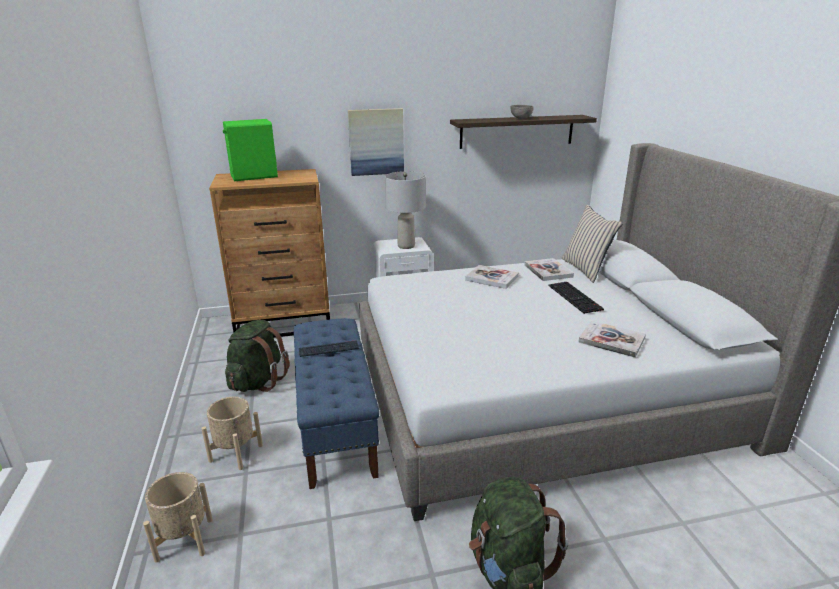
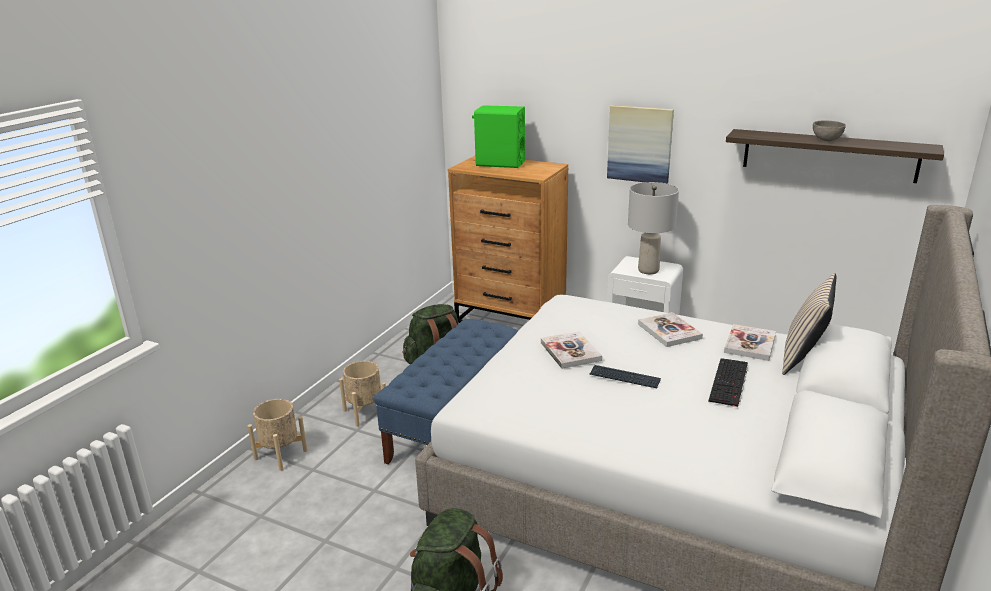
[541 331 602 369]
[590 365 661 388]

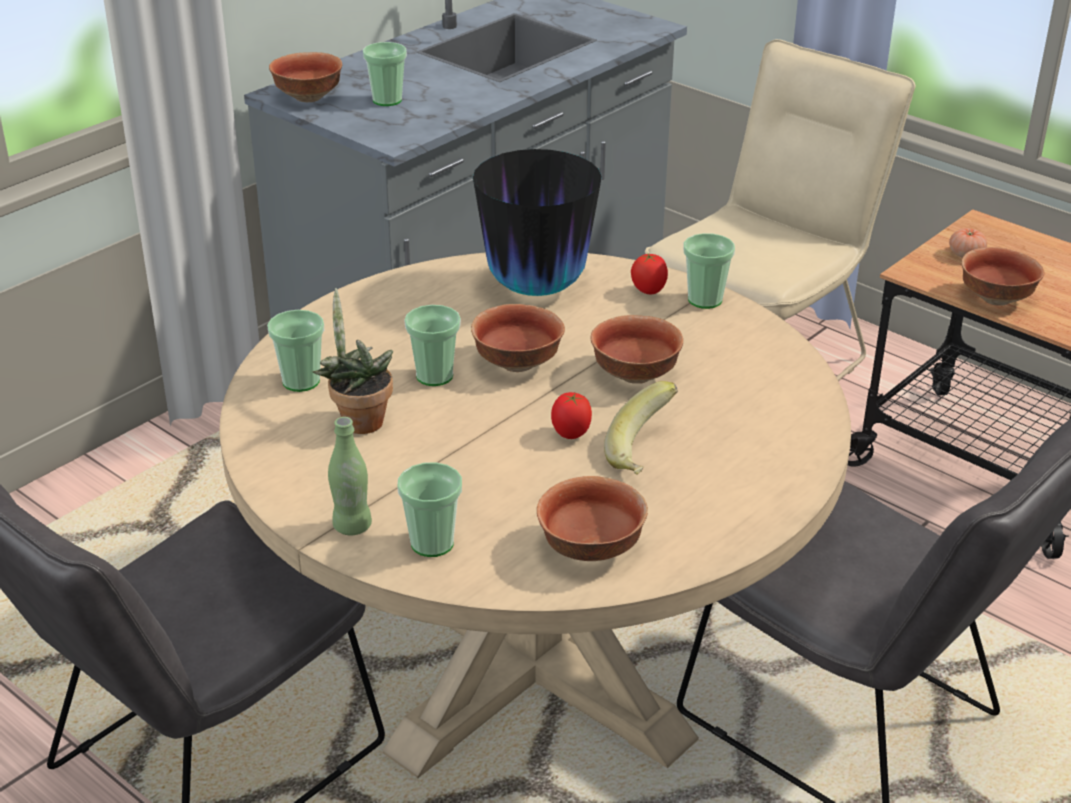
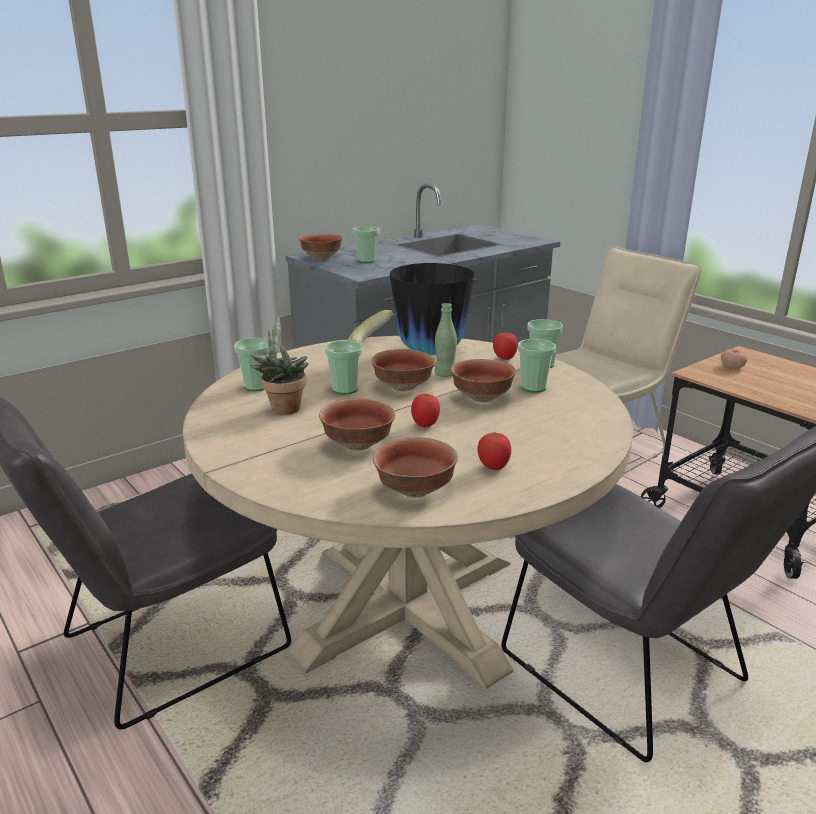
[319 399 395 450]
[348 310 393 346]
[435 303 457 377]
[518 339 556 393]
[477 431 511 470]

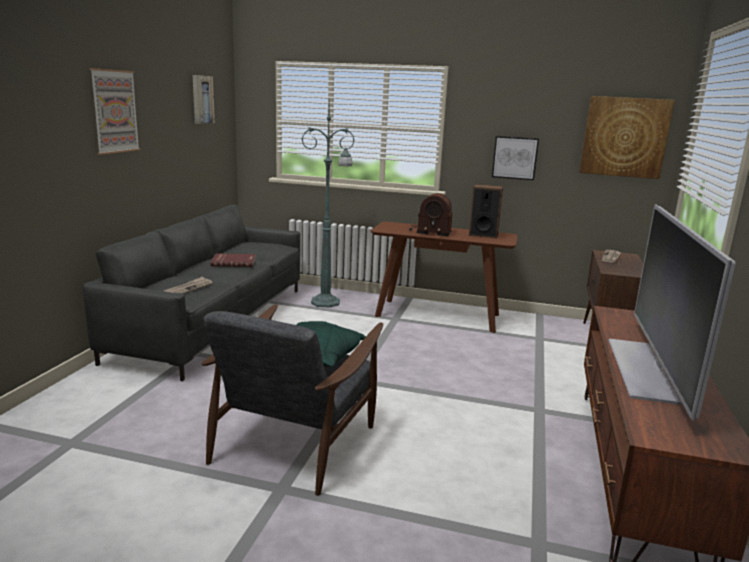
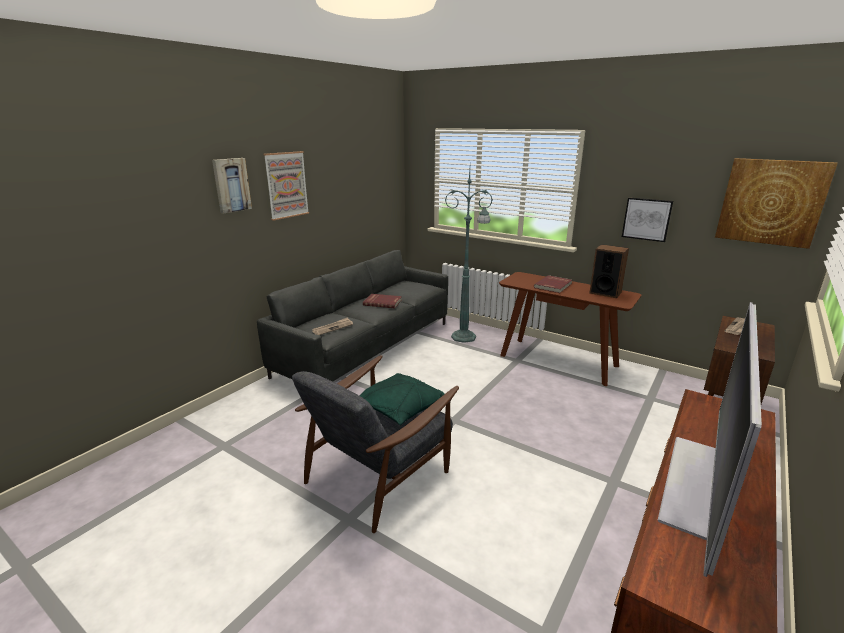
[212 158 252 214]
[534 275 572 293]

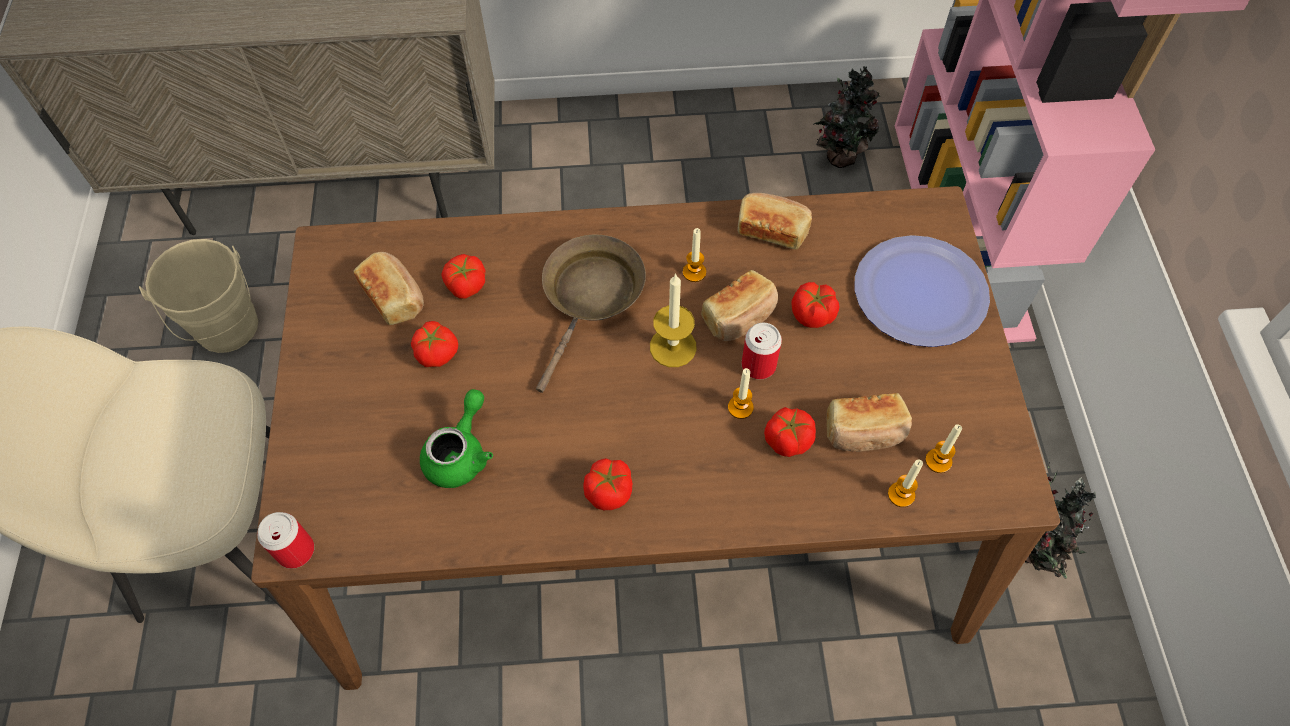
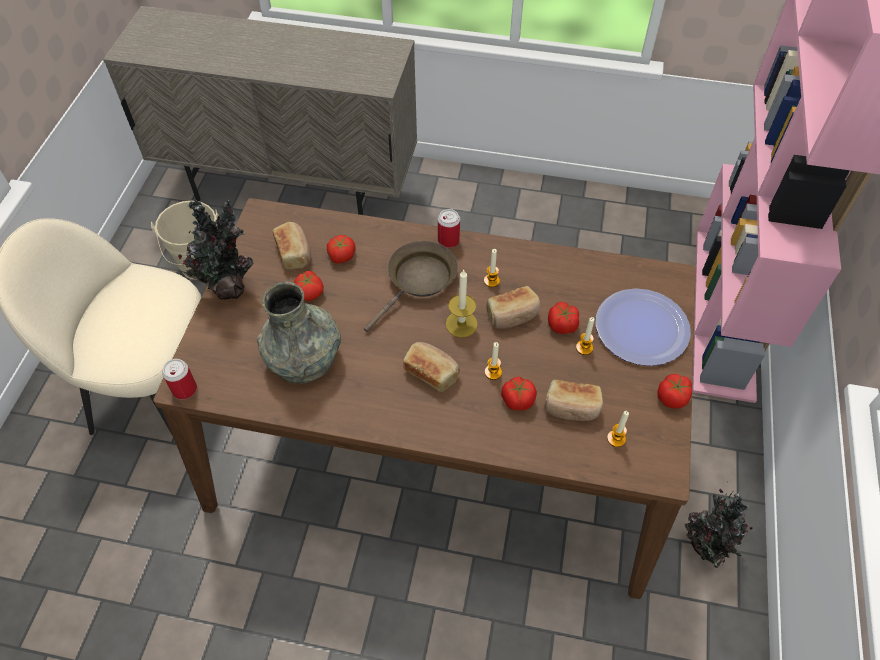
[178 199 254 300]
[403 342 460 392]
[438 209 460 248]
[257 282 341 384]
[657 374 692 408]
[576 317 595 355]

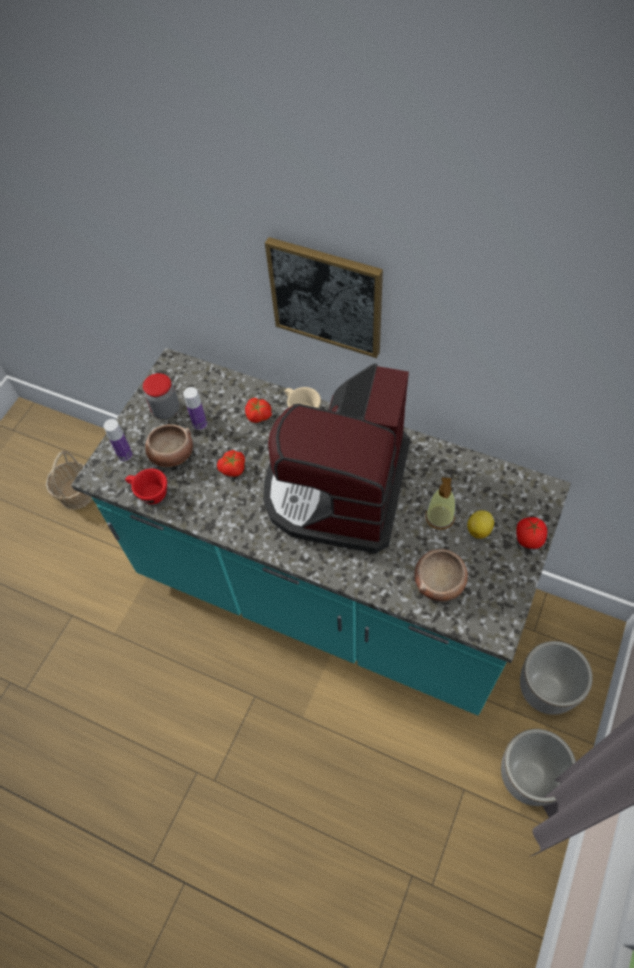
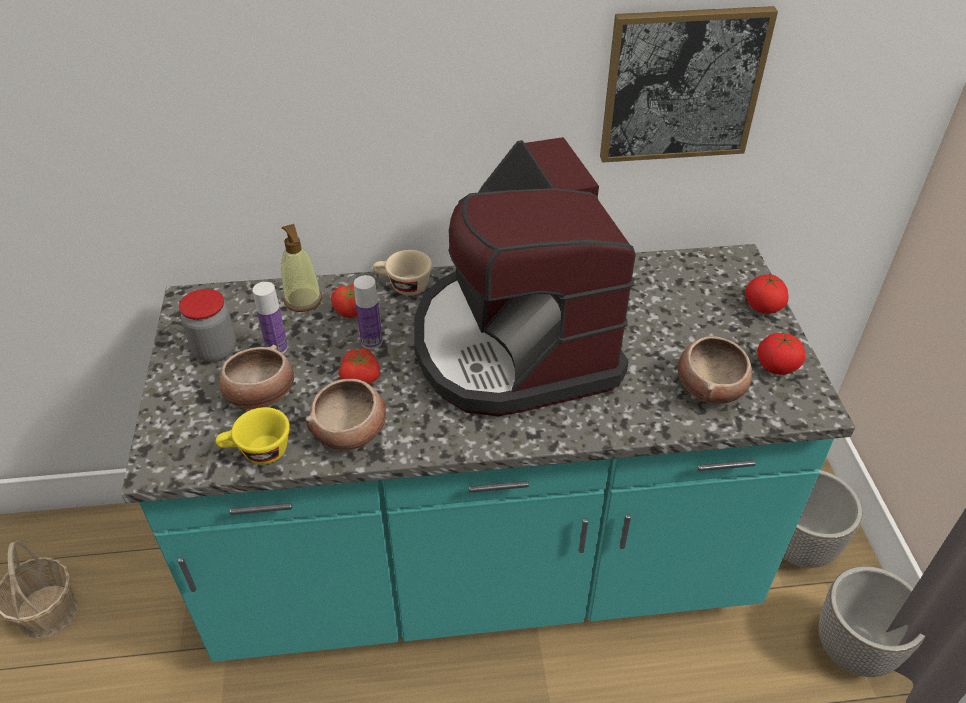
[600 6 778 163]
[354 275 382 349]
[215 407 290 464]
[281 224 322 312]
[467 510 494 539] (first image)
[758 333 805 375]
[306 379 386 451]

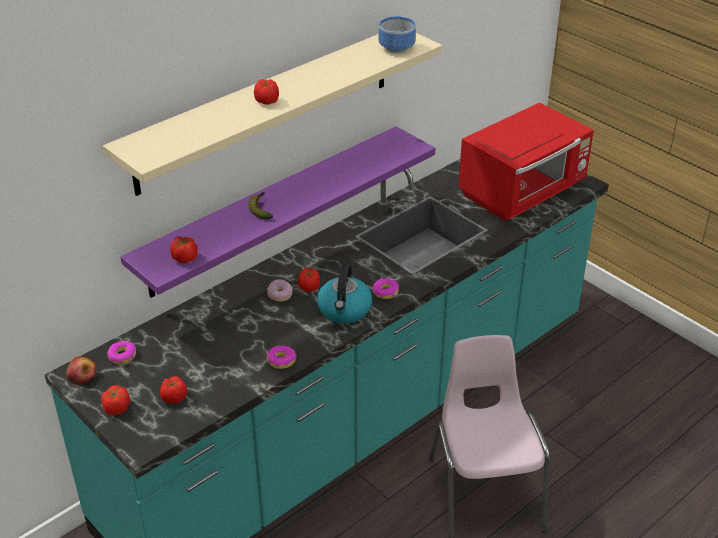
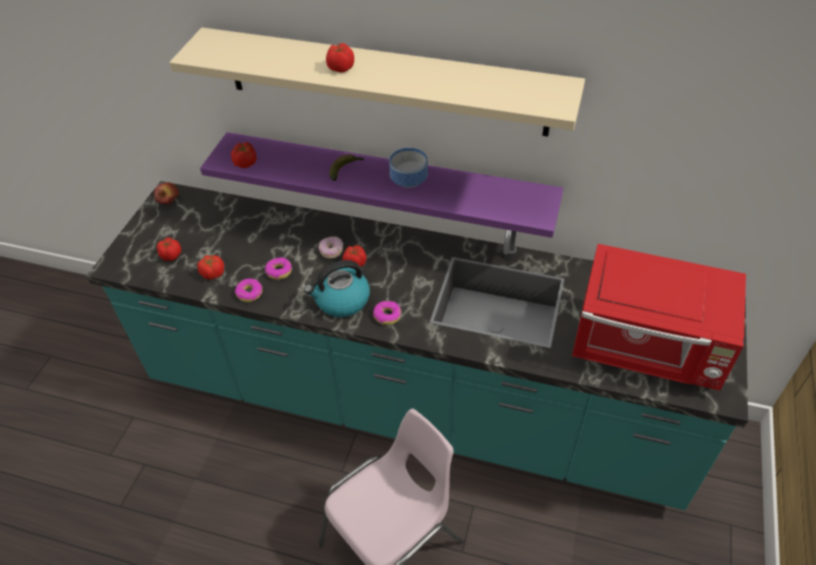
[389 148 428 188]
[265 257 292 280]
[197 255 224 280]

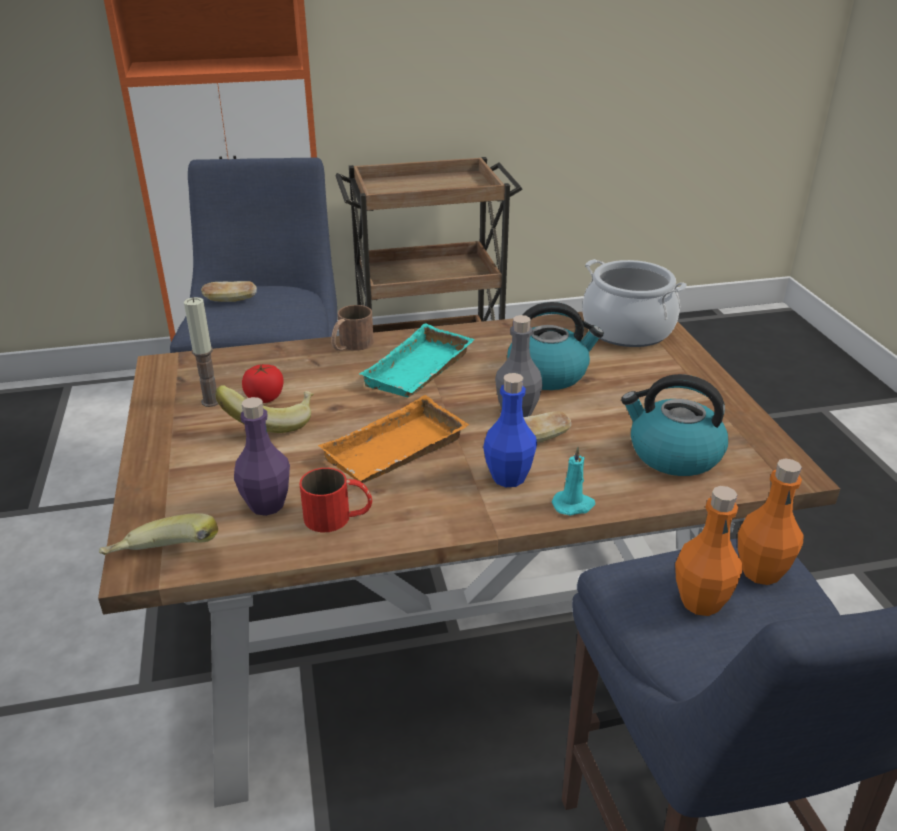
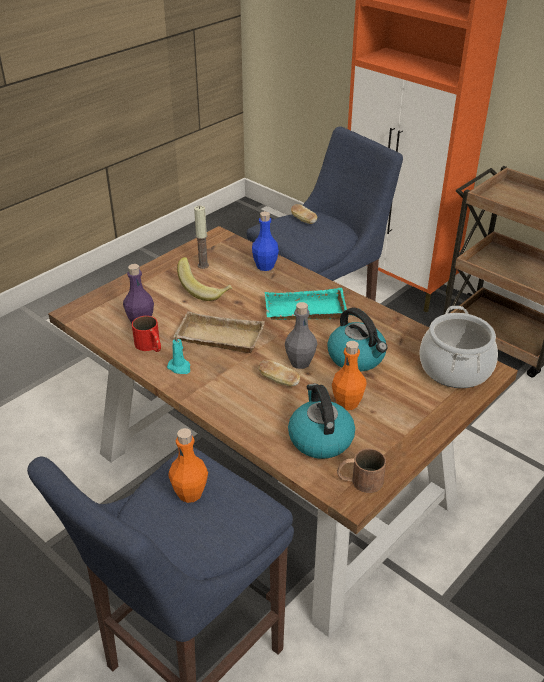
[337 448 386 493]
[242 364 283 403] (first image)
[252 211 279 271]
[173 311 265 353]
[167 334 190 374]
[332 341 367 410]
[99 513 218 555] (first image)

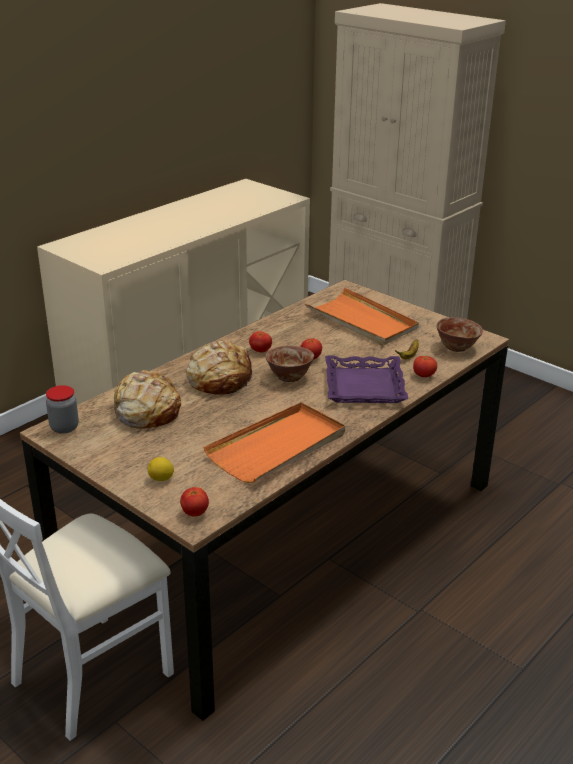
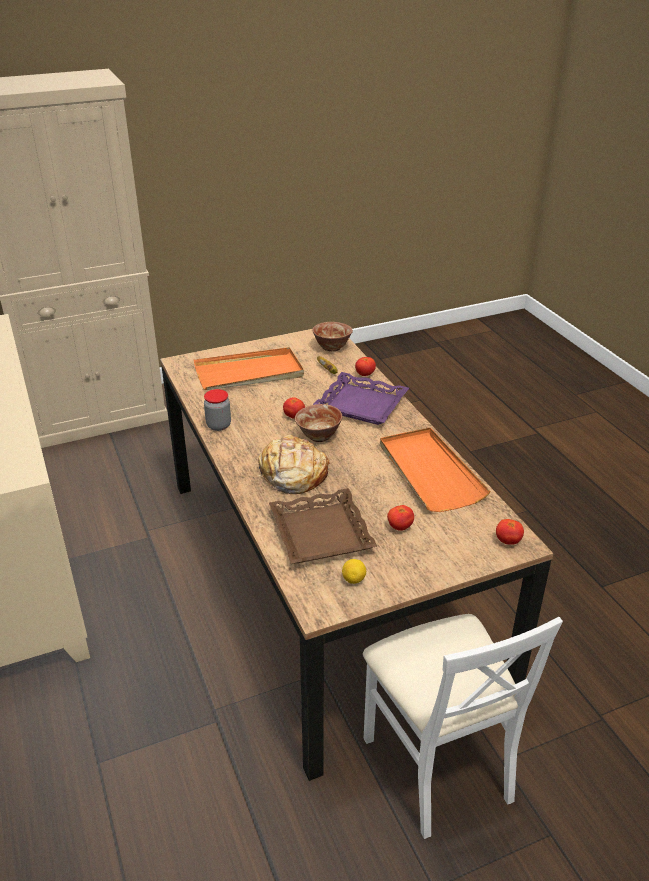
[387 505 414 531]
[269 488 377 564]
[204 389 231 431]
[342 559 366 584]

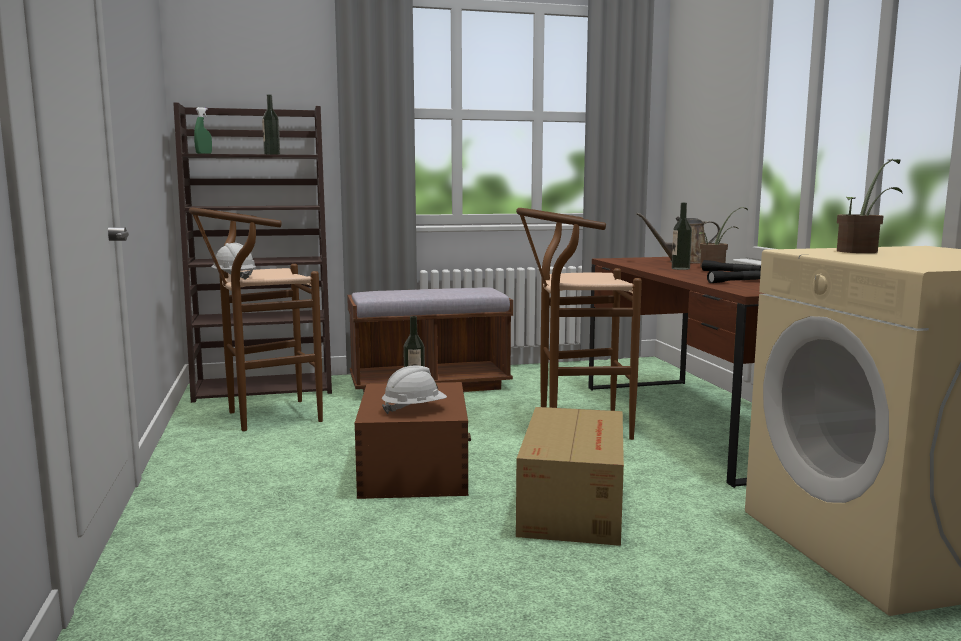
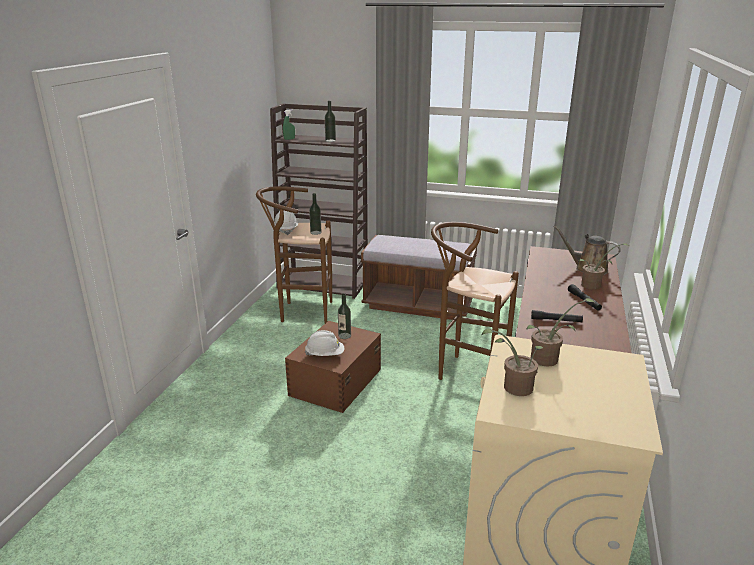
[309 193 321 235]
[516 407 624 546] (first image)
[482 328 543 396]

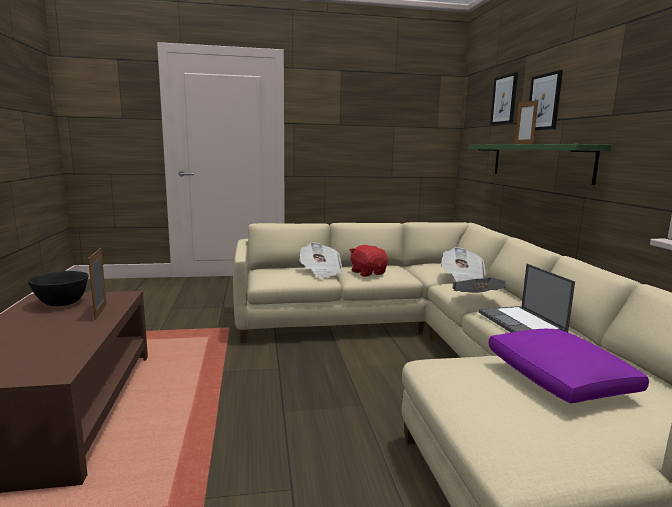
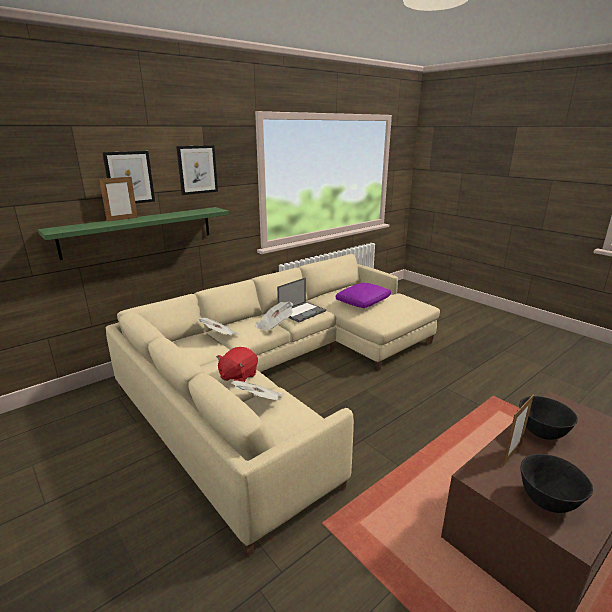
[176 145 218 195]
[519 396 578 440]

